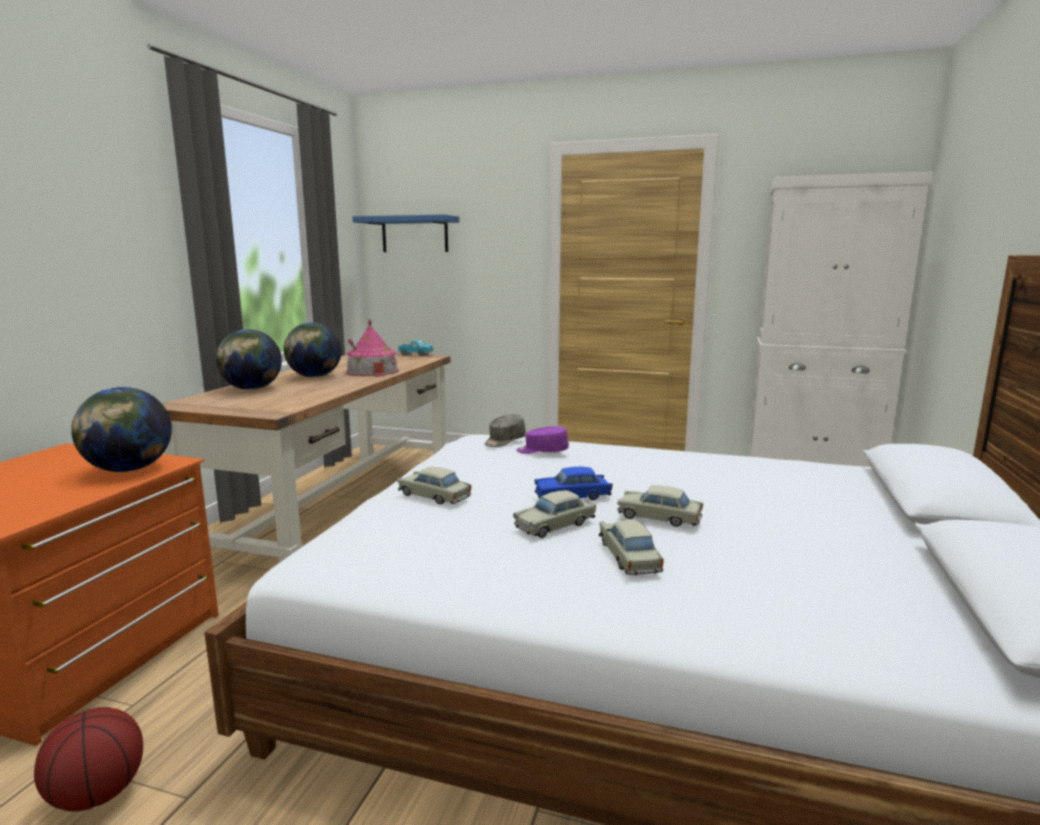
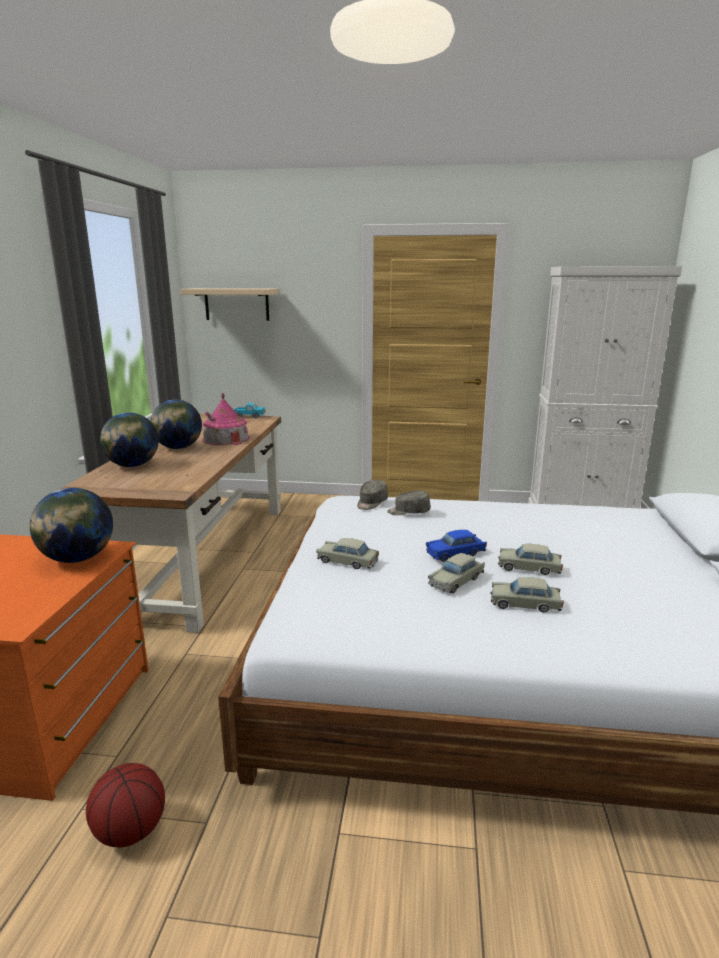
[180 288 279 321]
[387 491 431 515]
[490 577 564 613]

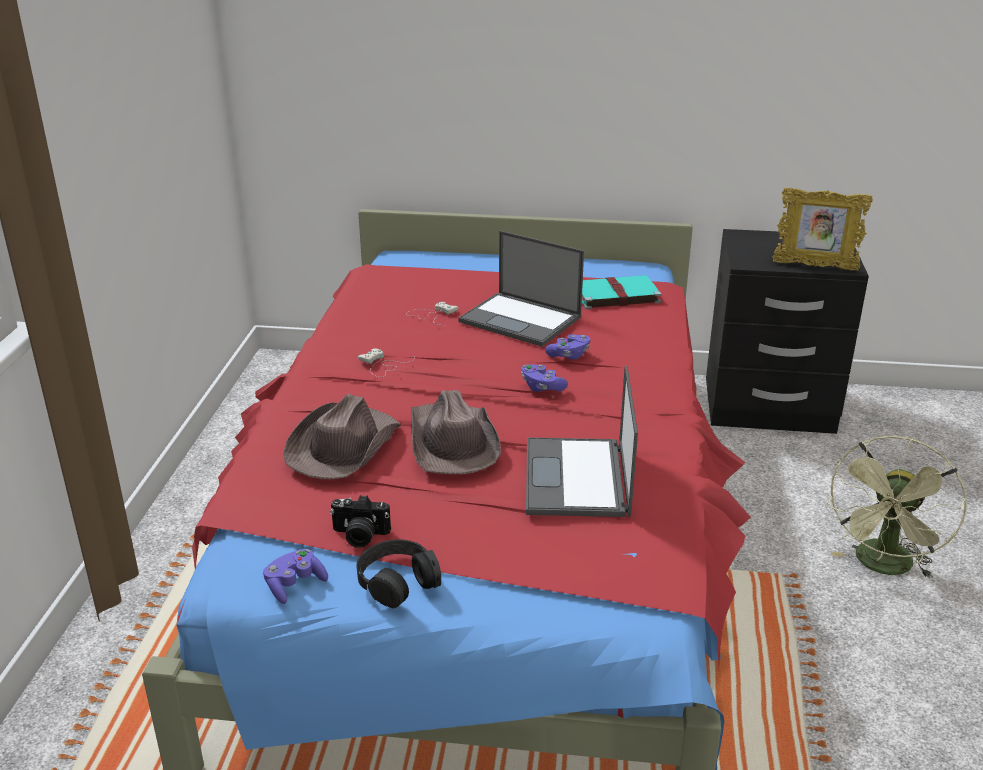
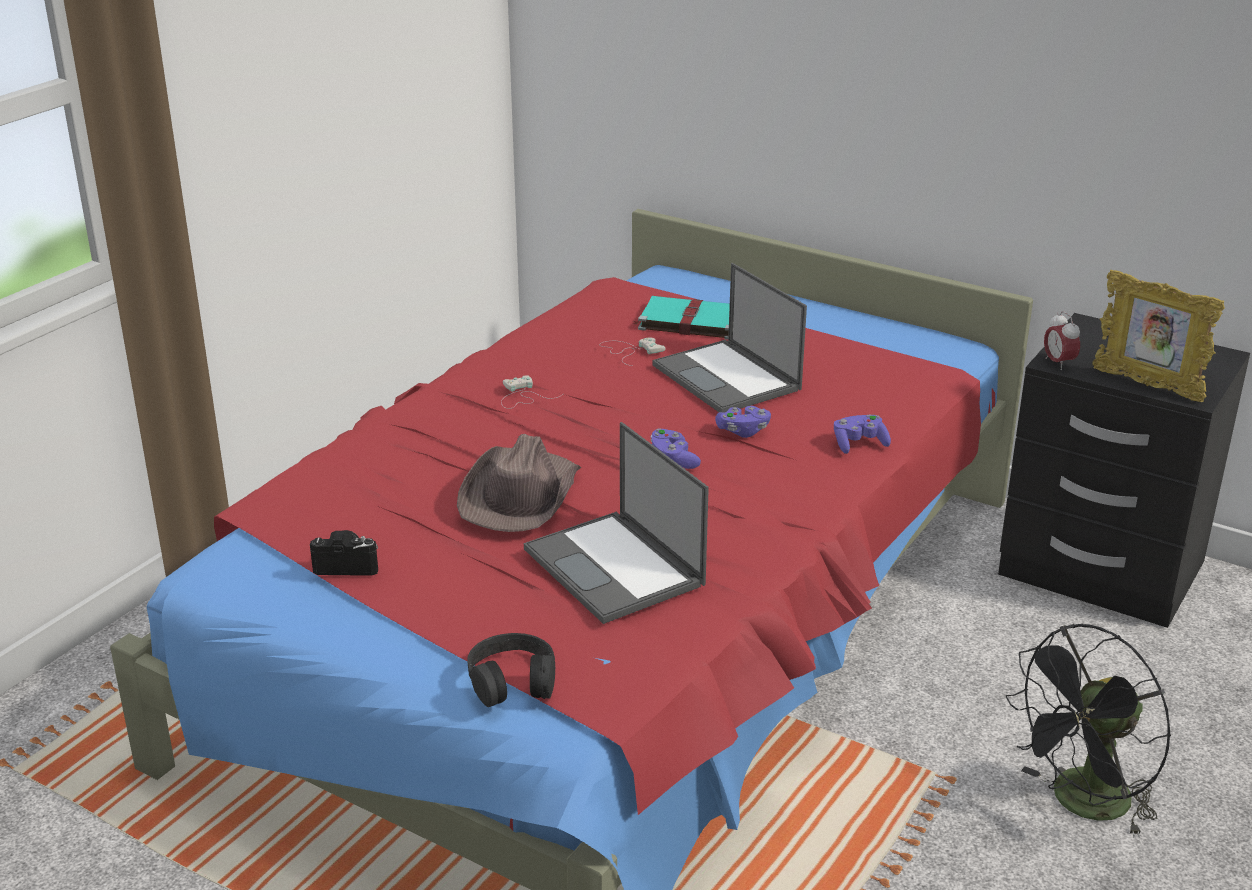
[633 296 730 340]
[524 422 709 624]
[283 394 401 479] (first image)
[1006 624 1171 837]
[310 530 378 576]
[467 633 555 707]
[834 414 891 454]
[1044 311 1080 370]

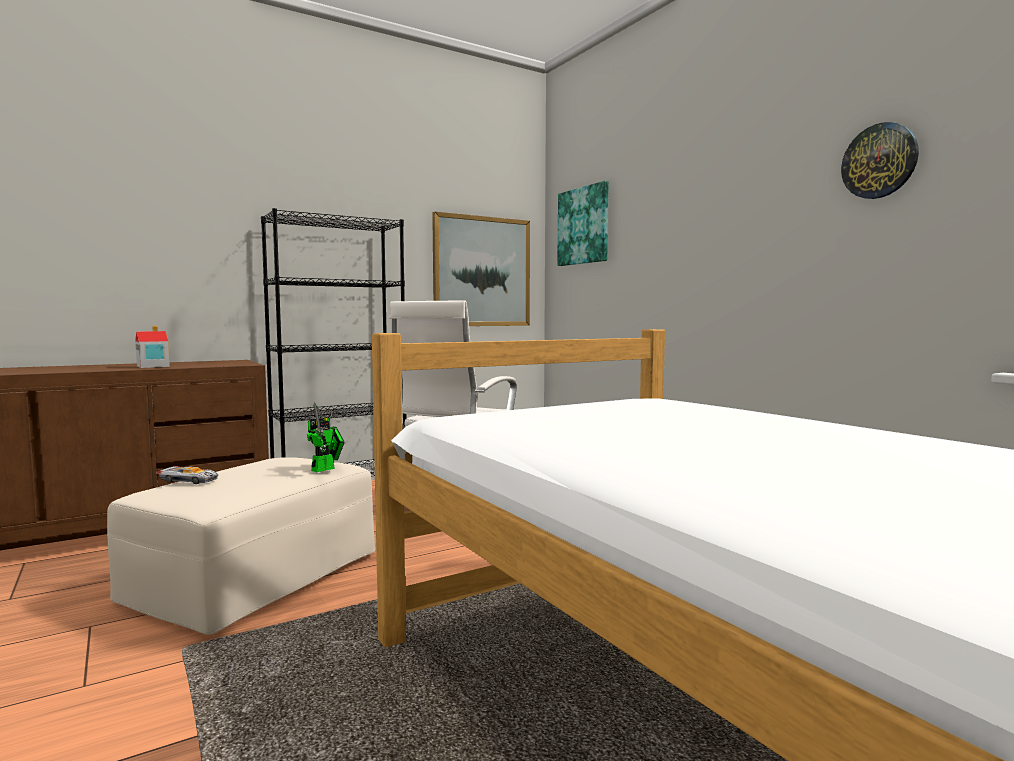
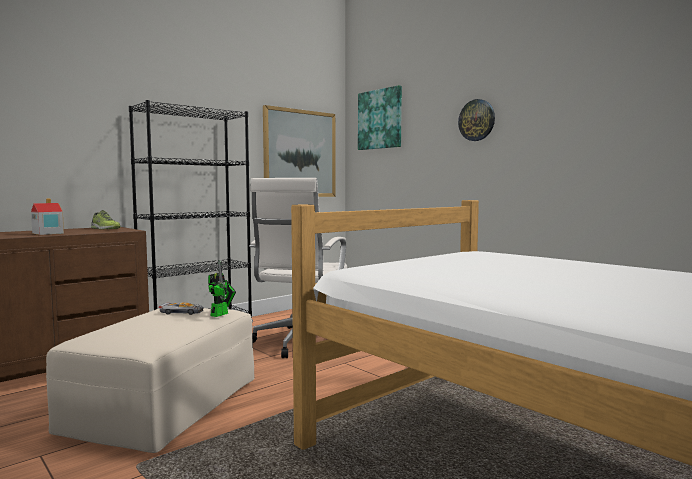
[458 99 495 141]
[158 302 203 315]
[91 210 121 229]

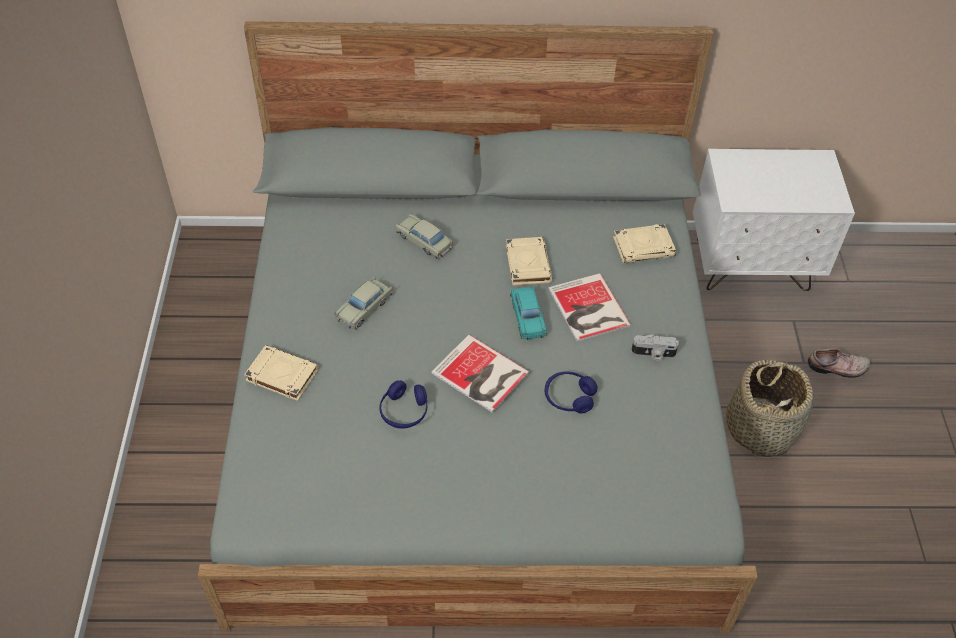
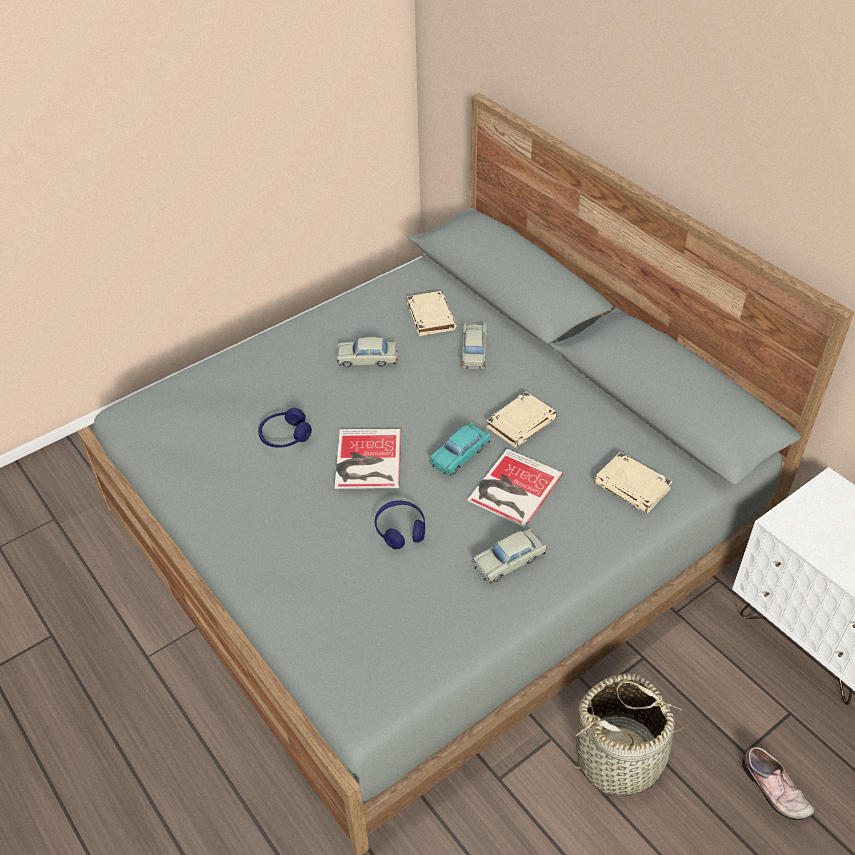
[472 528 547 584]
[407 291 456 336]

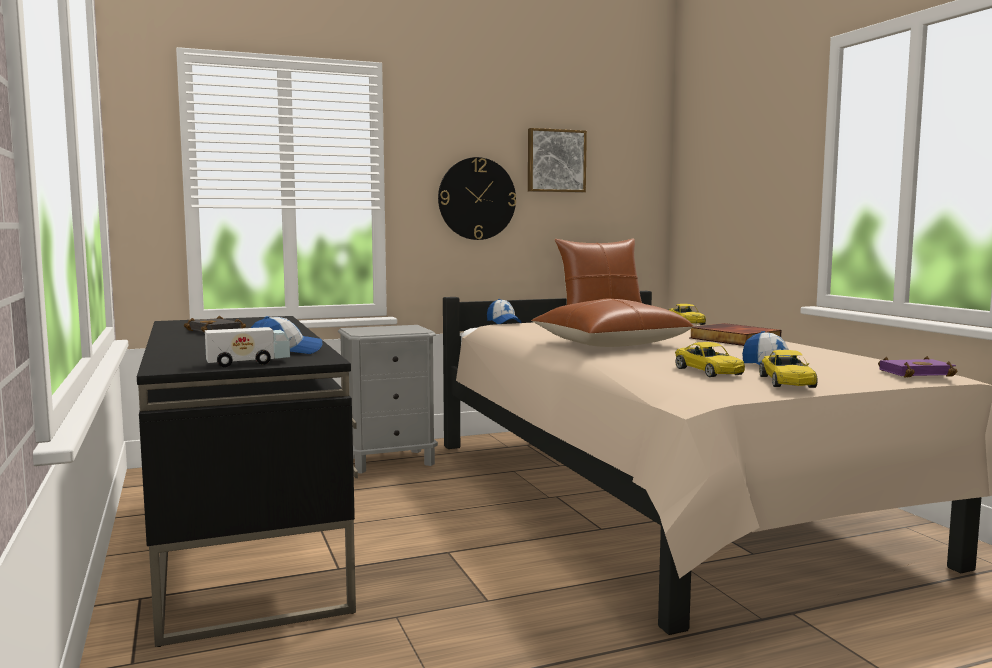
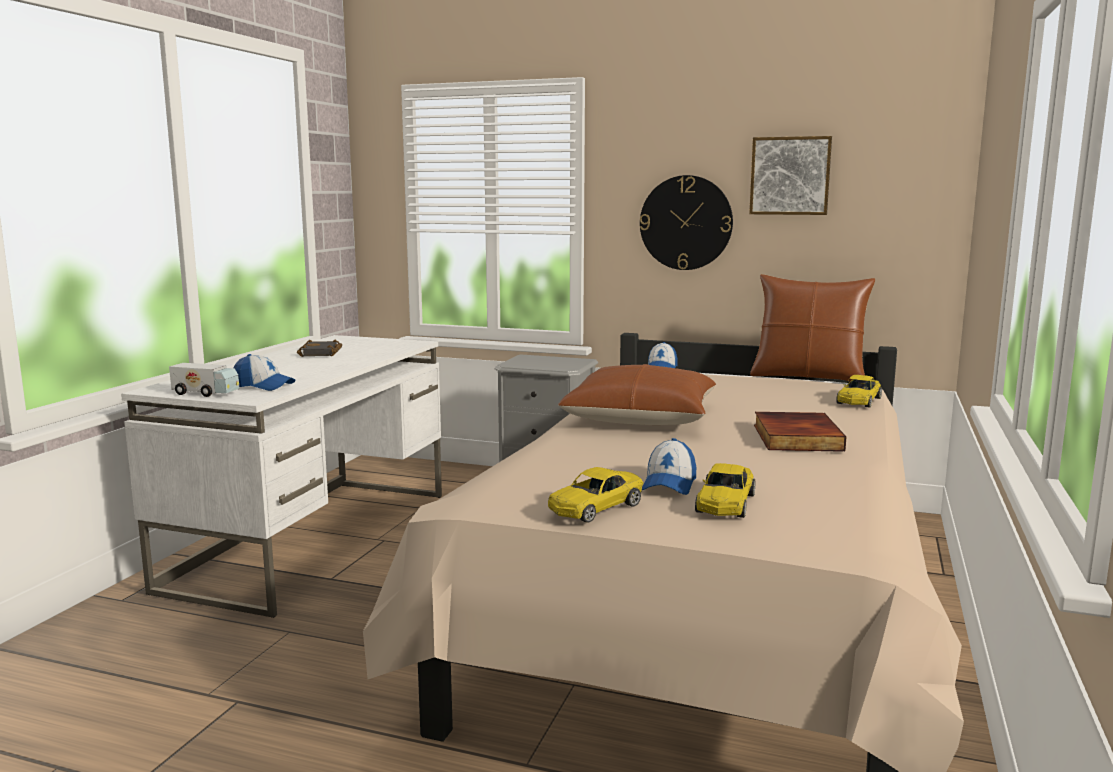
[121 335 442 618]
[695 463 755 518]
[878 356 957 378] (first image)

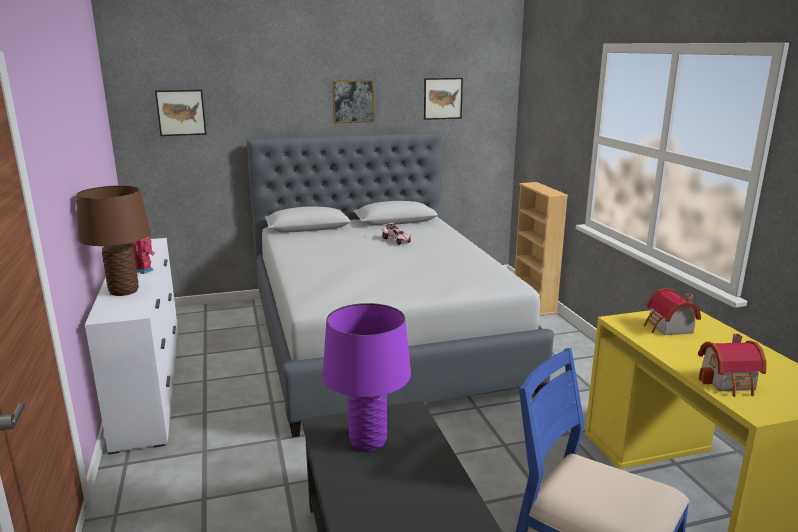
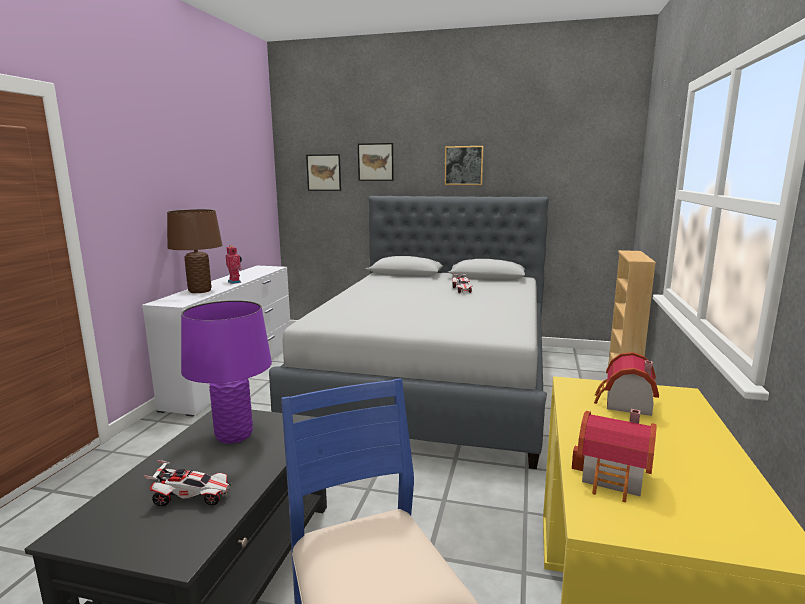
[358 143 394 181]
[144 460 232 506]

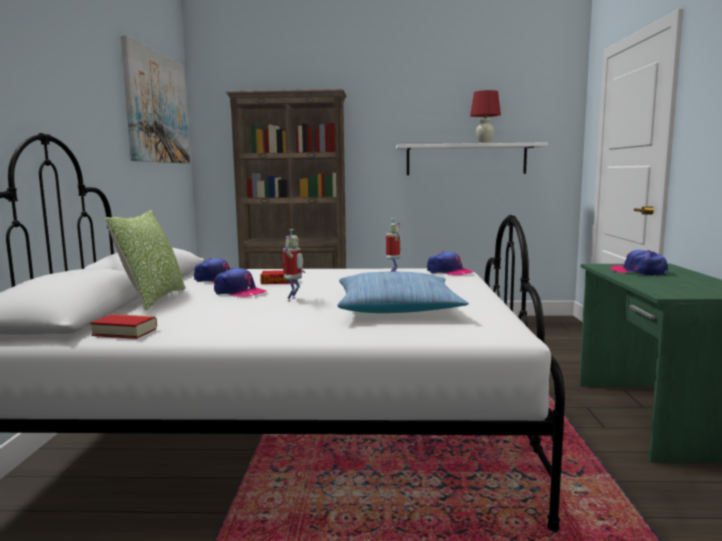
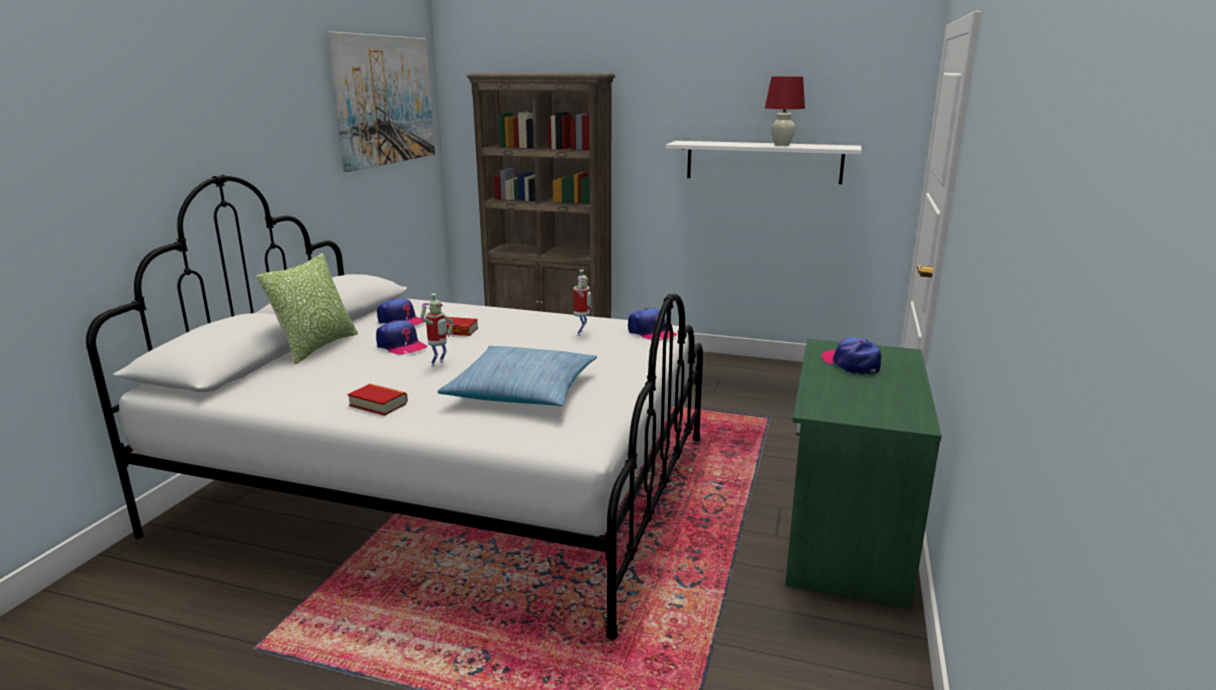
[347 384 408 416]

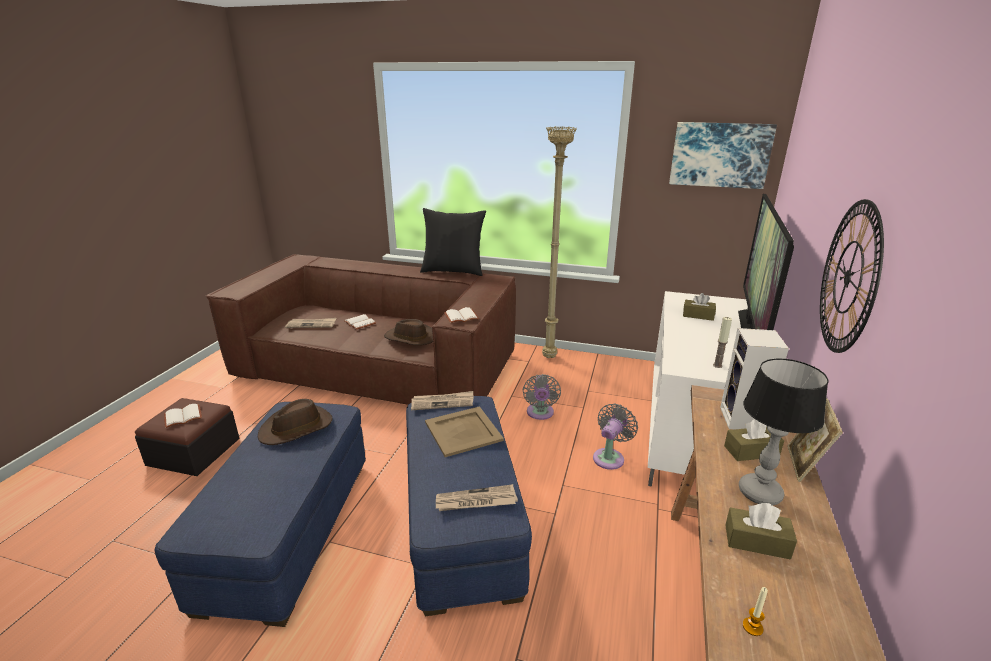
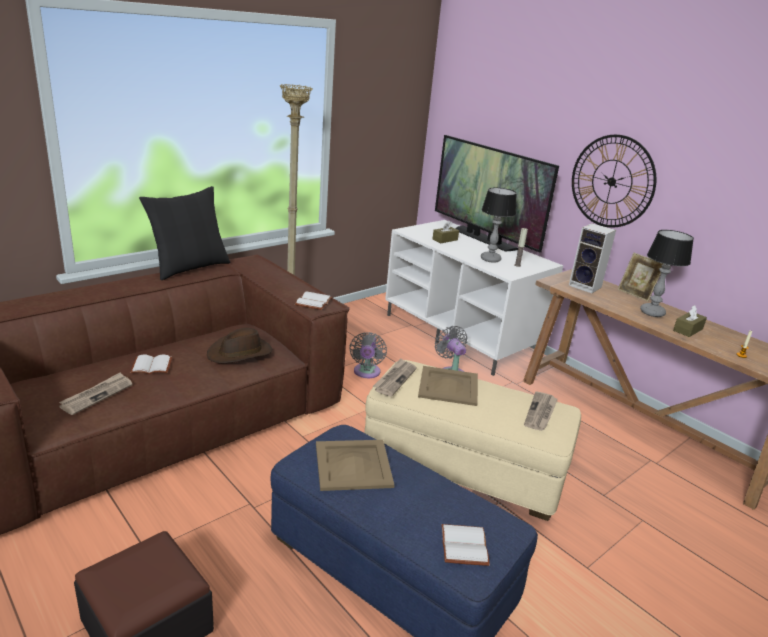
[669 122 777 189] (first image)
[350 332 387 378]
[364 360 581 521]
[316 440 394 491]
[441 524 490 566]
[724 419 784 461] (first image)
[481 187 516 263]

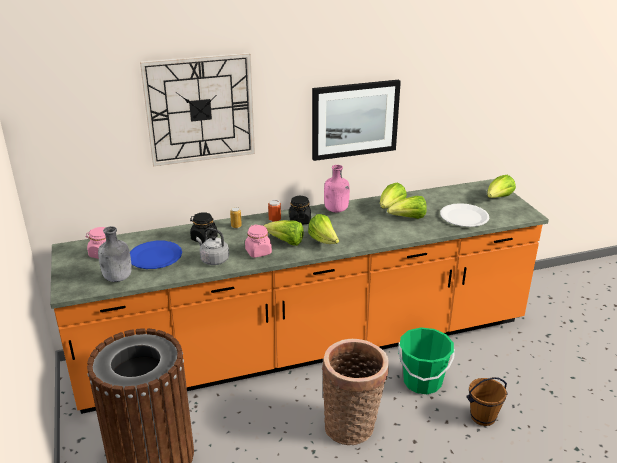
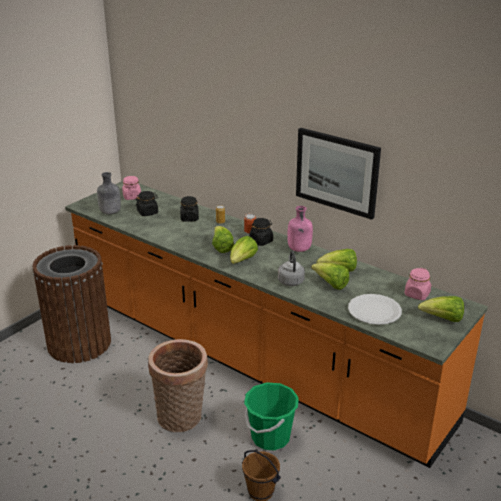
[140 53 255 166] (first image)
[404 268 431 300]
[278 251 305 286]
[136 191 159 216]

